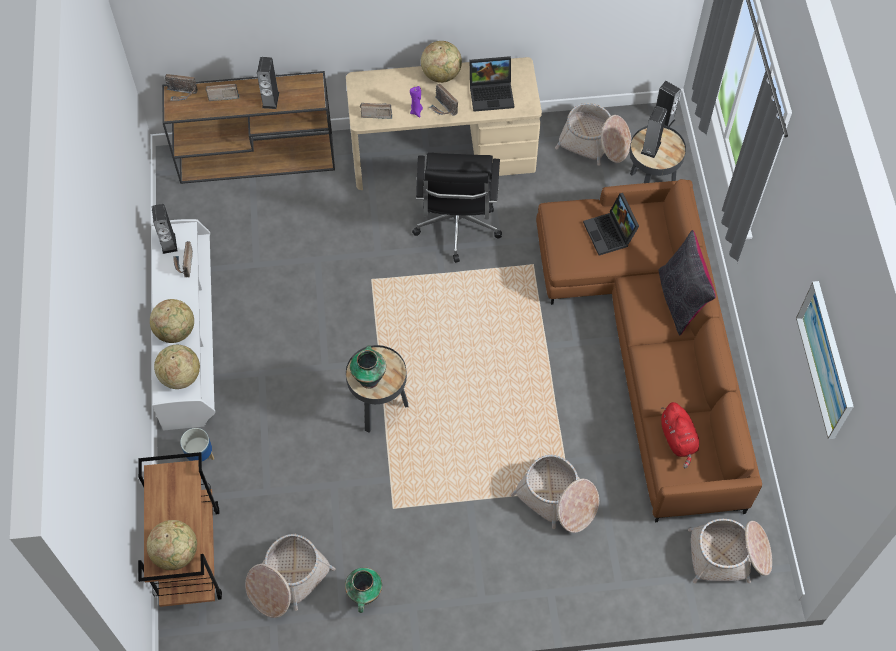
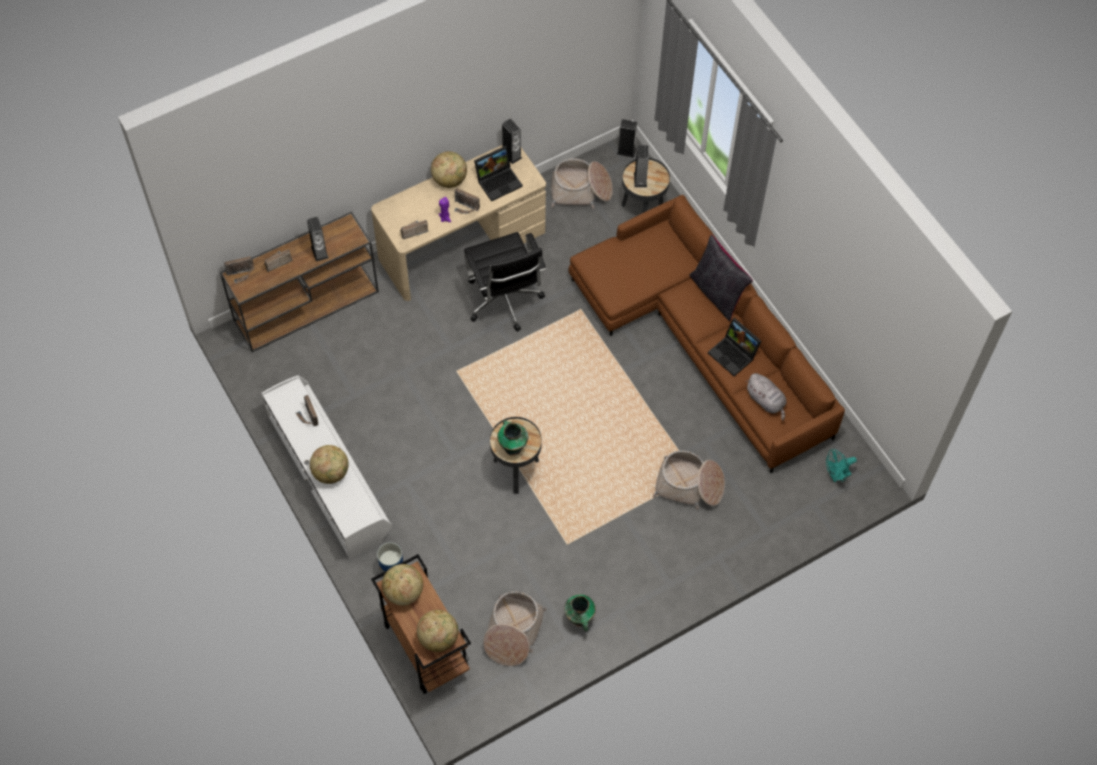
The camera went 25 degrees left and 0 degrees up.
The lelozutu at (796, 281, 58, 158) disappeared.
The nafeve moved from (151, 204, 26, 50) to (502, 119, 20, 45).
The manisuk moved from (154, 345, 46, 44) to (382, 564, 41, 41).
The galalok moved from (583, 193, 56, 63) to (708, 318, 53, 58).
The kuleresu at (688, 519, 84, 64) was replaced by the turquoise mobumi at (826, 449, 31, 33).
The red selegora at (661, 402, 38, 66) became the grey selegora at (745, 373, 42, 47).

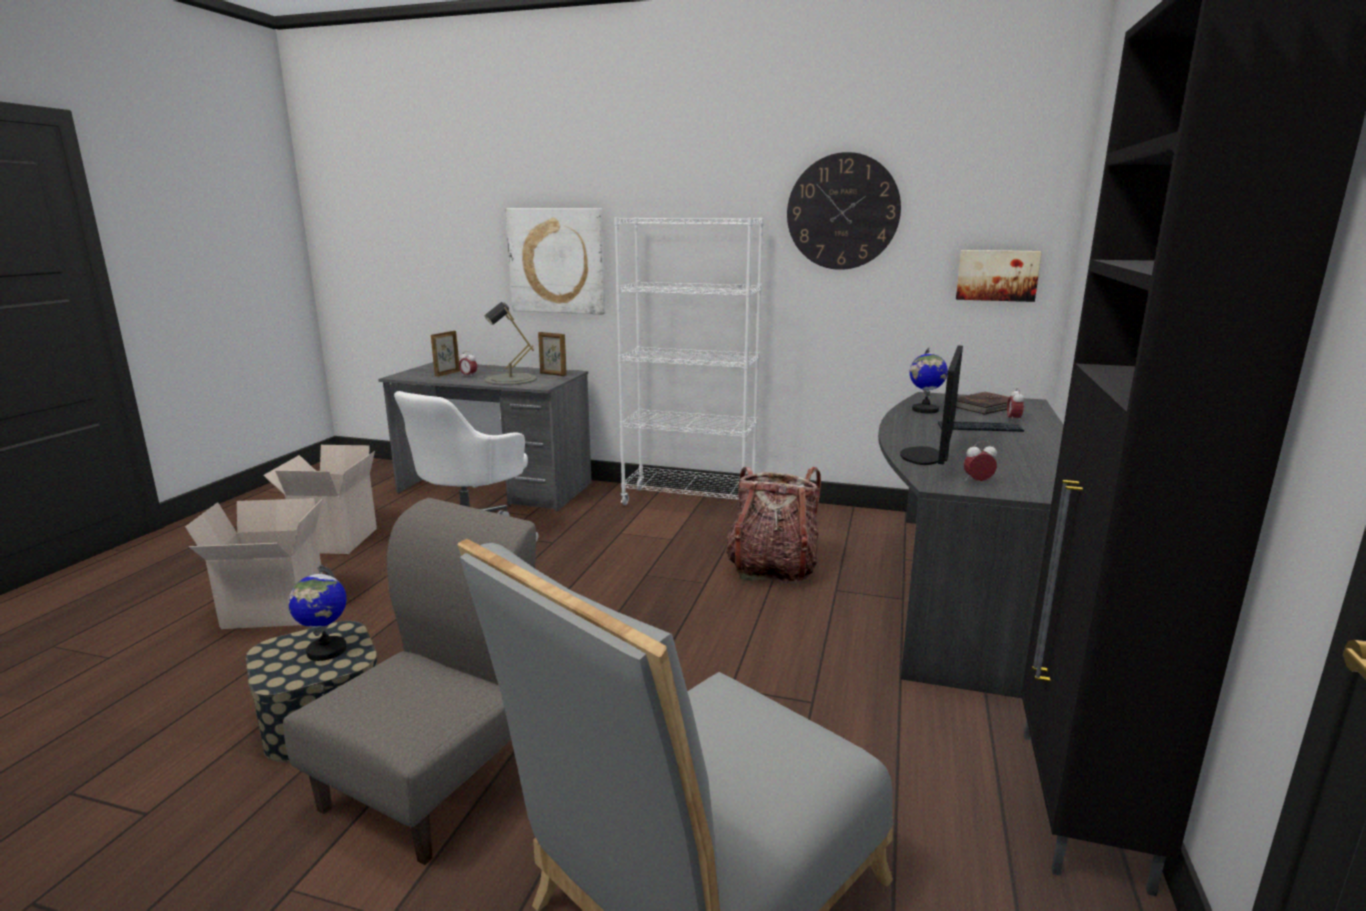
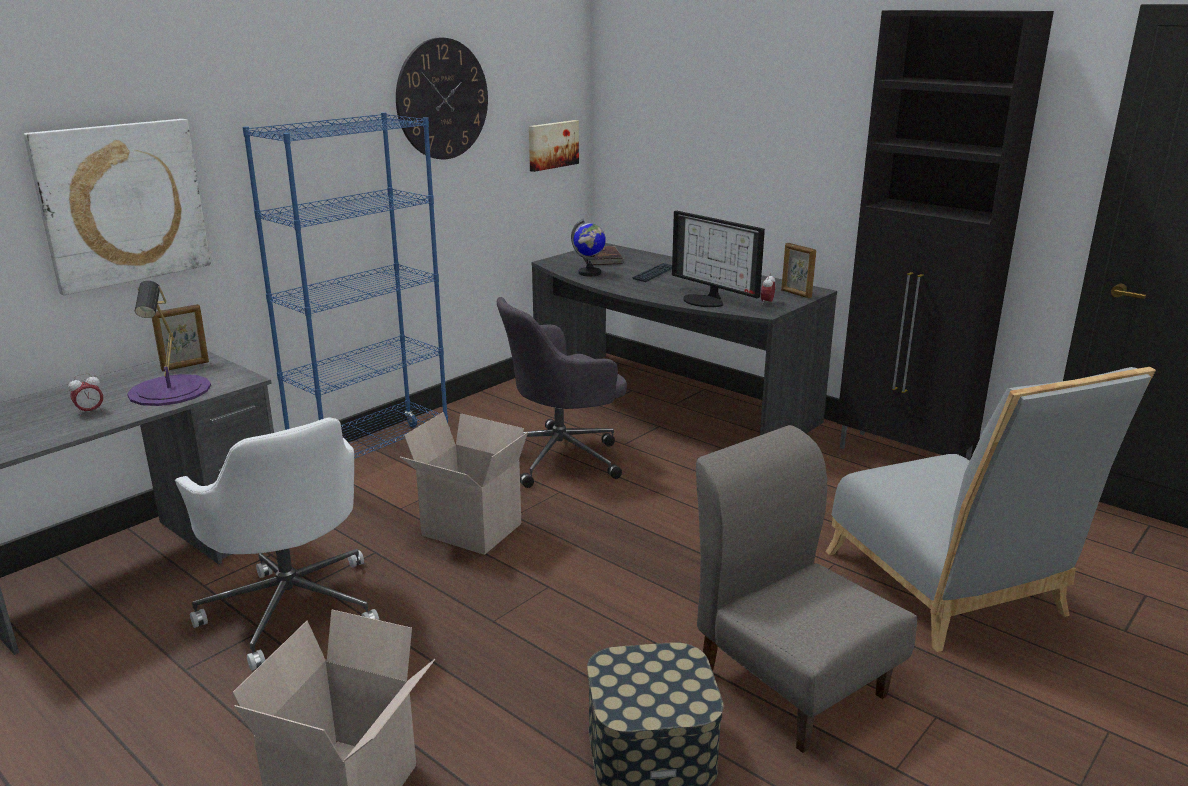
The camera went 65 degrees left and 5 degrees up.
The manisuk at (288, 565, 59, 96) disappeared.
The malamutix at (1007, 388, 17, 34) disappeared.
The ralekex moved from (263, 445, 114, 109) to (400, 412, 128, 143).
The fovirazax moved from (431, 331, 29, 46) to (781, 243, 35, 55).
The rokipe at (725, 467, 96, 117) was replaced by the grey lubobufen at (497, 297, 130, 191).
The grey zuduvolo at (484, 302, 53, 83) became the purple zuduvolo at (127, 280, 84, 126).
The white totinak at (614, 217, 150, 288) became the blue totinak at (243, 112, 207, 347).

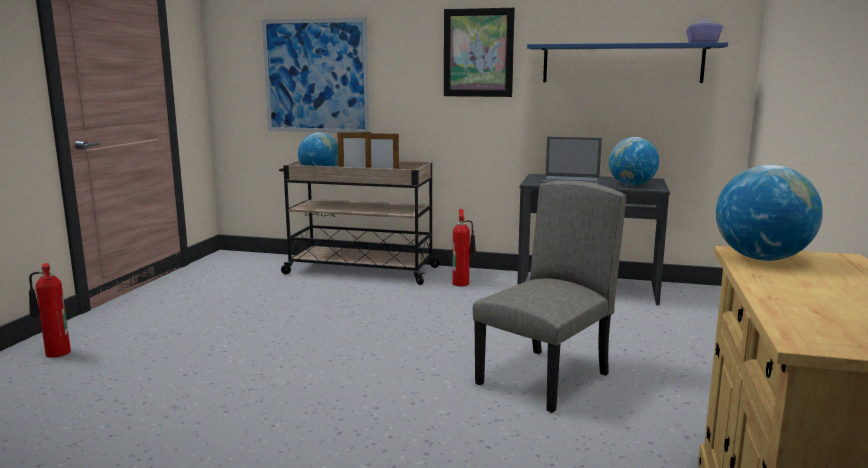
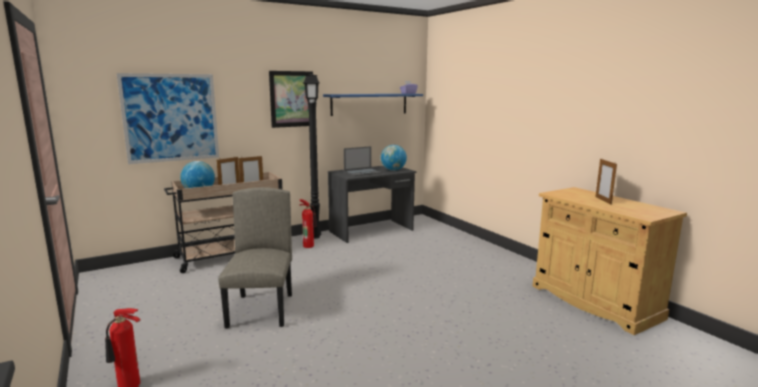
The camera went 45 degrees left and 0 degrees up.
The manisuk at (716, 165, 107, 96) disappeared.
The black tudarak at (303, 74, 18, 165) appeared.
The fovirazax at (596, 158, 21, 47) appeared.
The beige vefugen moved from (473, 180, 153, 233) to (218, 187, 74, 141).

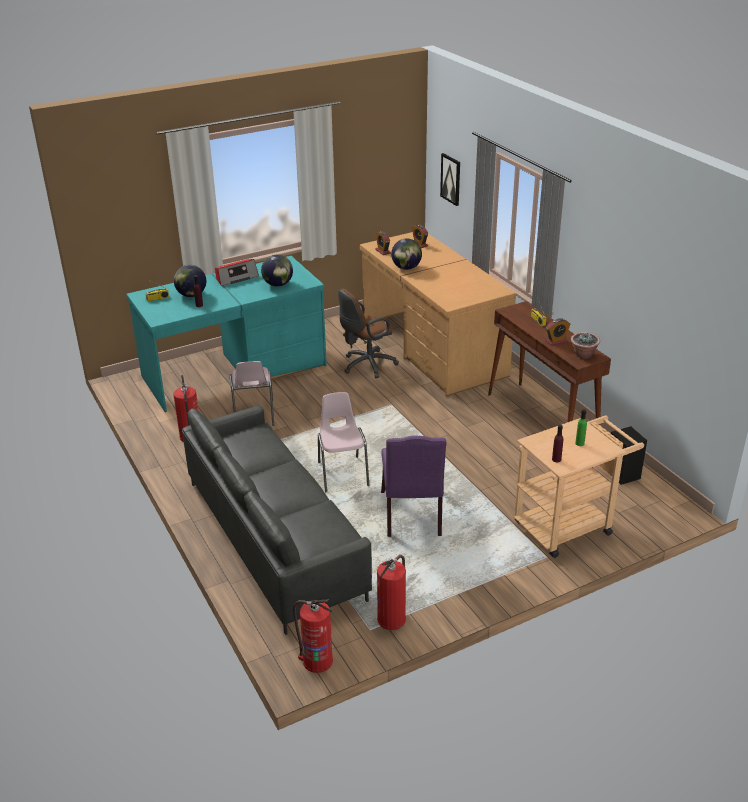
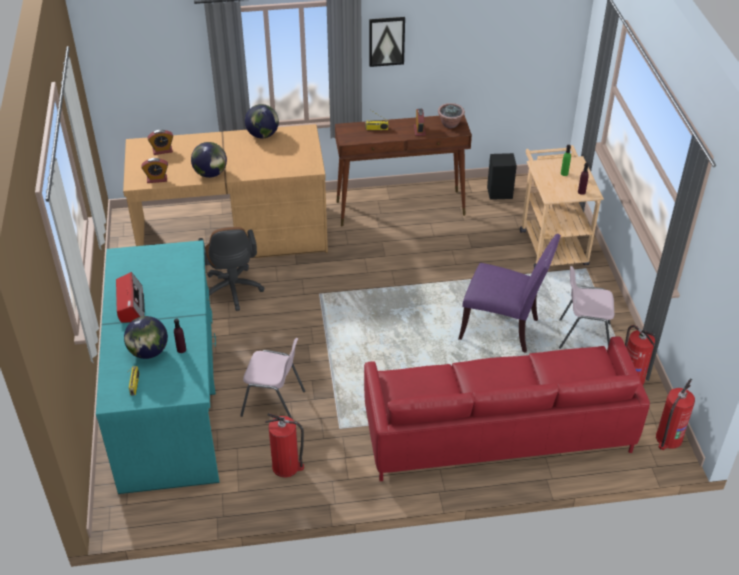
The camera went 70 degrees left and 10 degrees up.
The manisuk moved from (261, 255, 32, 32) to (245, 104, 34, 34).
The pink vefugen moved from (318, 392, 51, 100) to (559, 266, 55, 83).
The lelozutu moved from (440, 153, 20, 53) to (369, 17, 36, 50).
The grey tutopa at (182, 406, 190, 229) became the red tutopa at (364, 336, 286, 145).

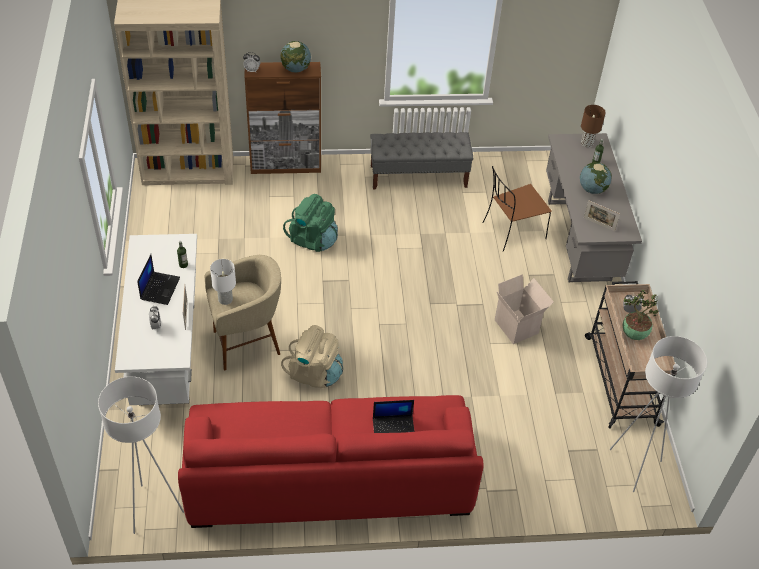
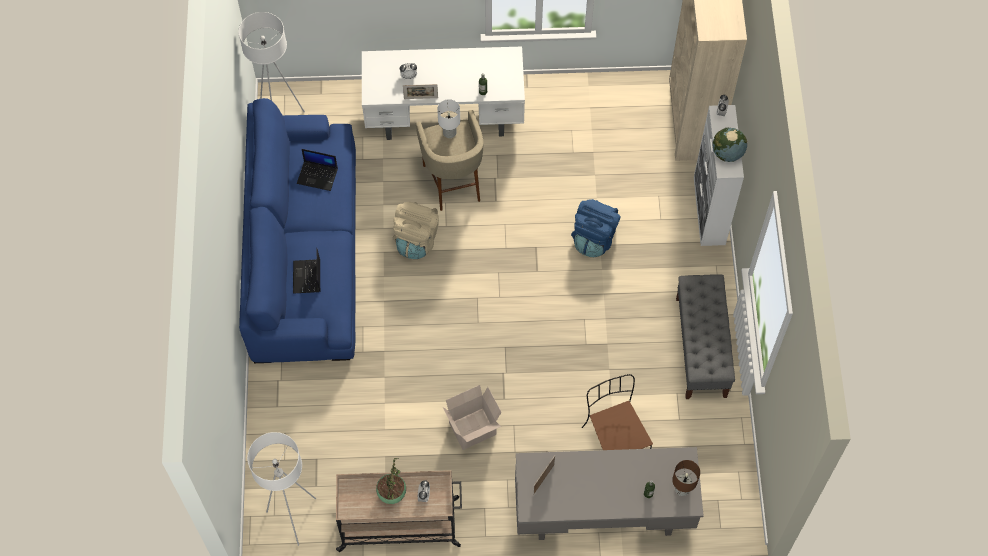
The camera went 95 degrees right and 15 degrees up.
The manisuk at (580, 162, 32, 32) disappeared.
The galalok moved from (137, 254, 43, 51) to (297, 149, 41, 42).
The red tutopa at (178, 395, 306, 133) became the blue tutopa at (239, 98, 117, 265).
The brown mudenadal at (245, 62, 76, 112) became the white mudenadal at (694, 105, 50, 141).
The green rokipe at (283, 194, 55, 58) became the blue rokipe at (571, 199, 50, 58).

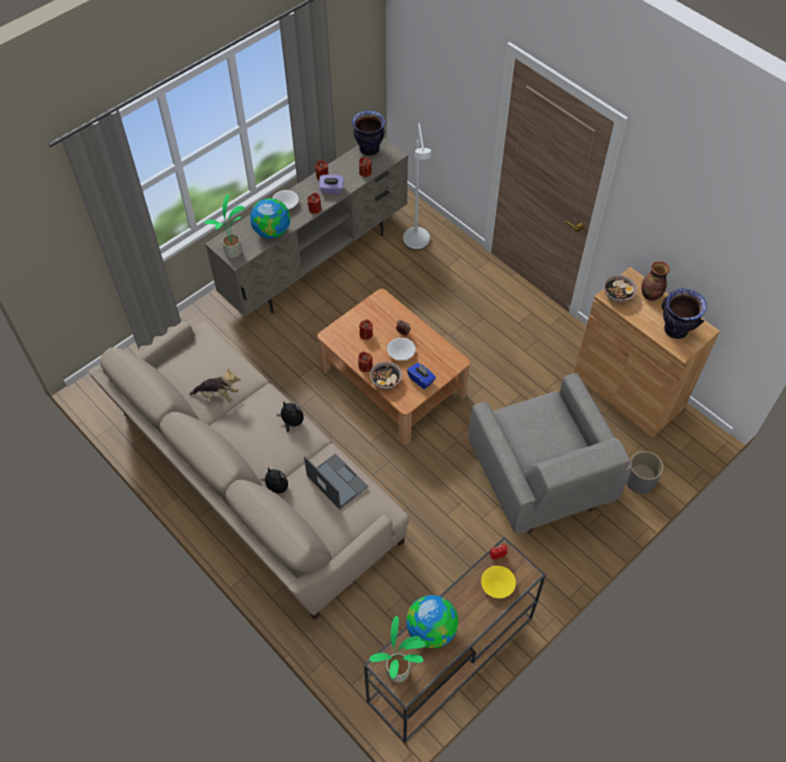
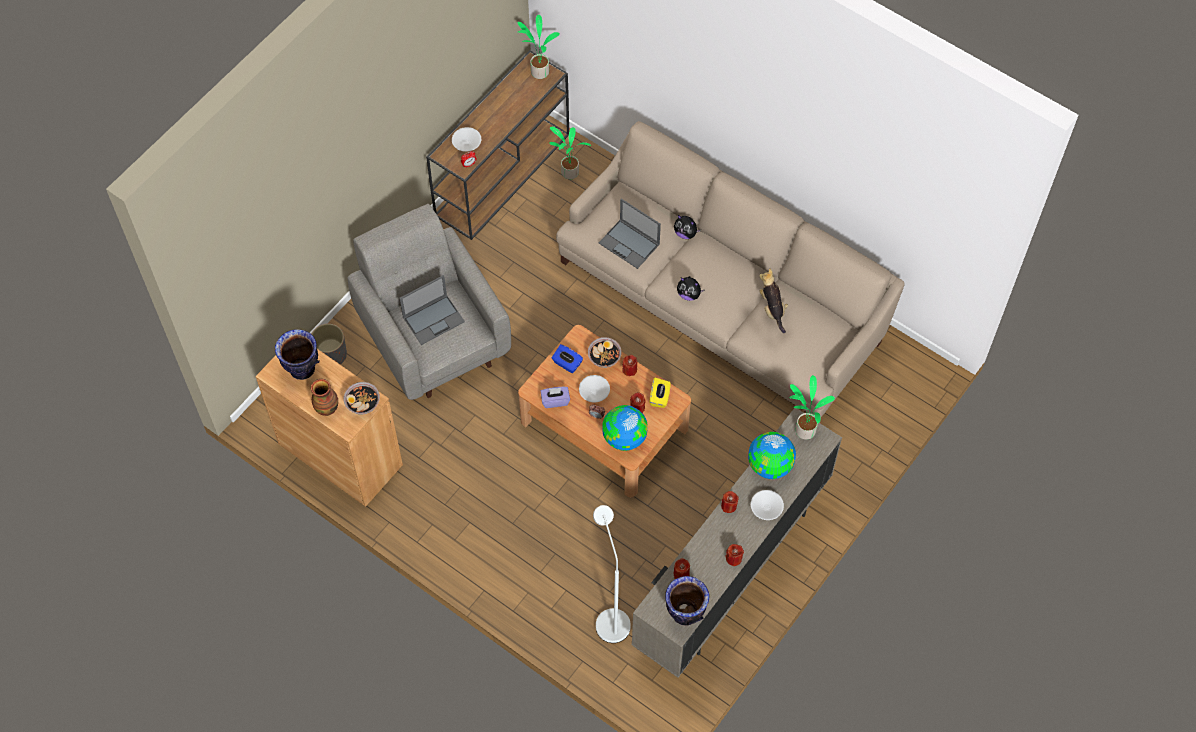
The camera went 170 degrees right and 5 degrees up.
The galalok at (399, 275, 66, 70) appeared.
The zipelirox at (549, 127, 42, 52) appeared.
The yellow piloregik at (649, 378, 21, 30) appeared.
The purple piloregik moved from (319, 174, 25, 20) to (541, 387, 29, 21).
The manisuk moved from (407, 595, 51, 53) to (602, 405, 46, 46).
The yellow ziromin at (481, 566, 35, 32) became the white ziromin at (452, 127, 29, 25).
The selegora at (190, 368, 50, 35) turned 75 degrees clockwise.

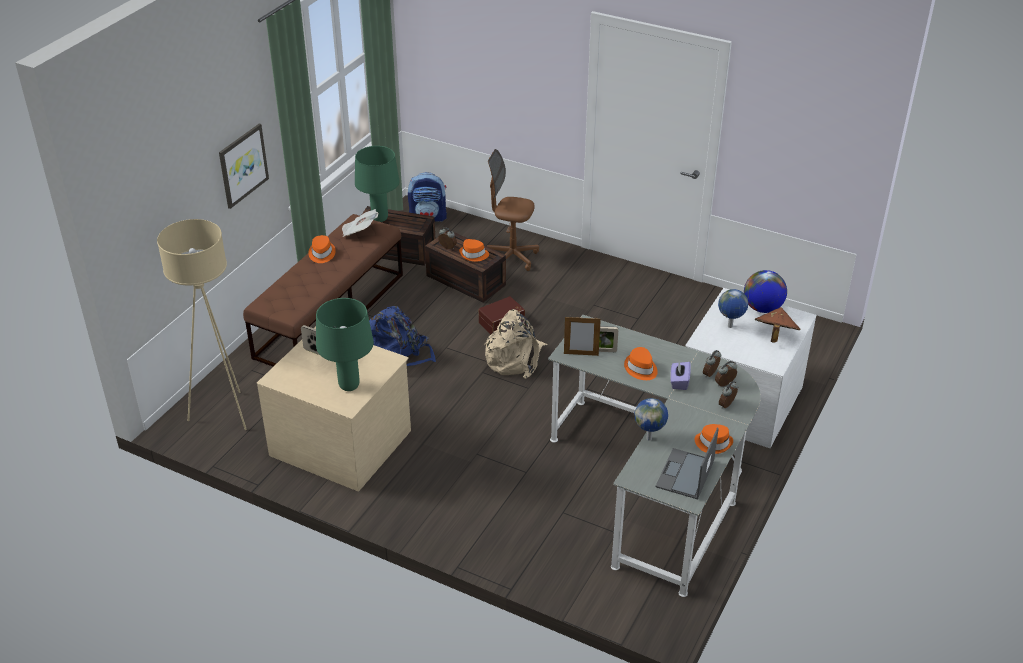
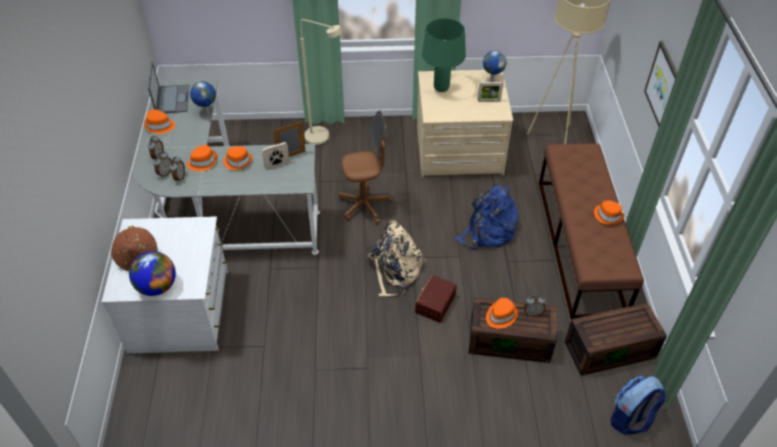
The camera went 150 degrees right and 10 degrees up.
The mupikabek at (342, 209, 36, 28) disappeared.
The green zuduvolo at (355, 146, 45, 76) disappeared.
The beige tudarak at (300, 19, 42, 127) appeared.
The brown lubobufen moved from (486, 149, 53, 122) to (339, 110, 54, 114).
The manisuk moved from (718, 289, 30, 39) to (483, 51, 24, 31).
The purple piloregik at (670, 361, 21, 29) was replaced by the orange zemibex at (187, 145, 30, 26).

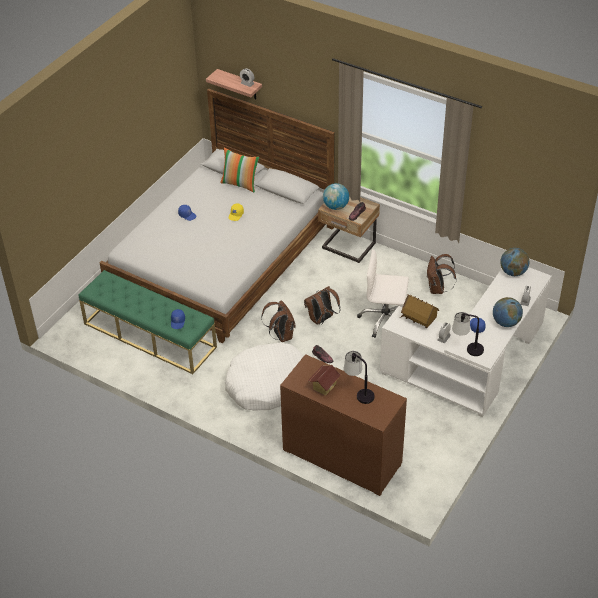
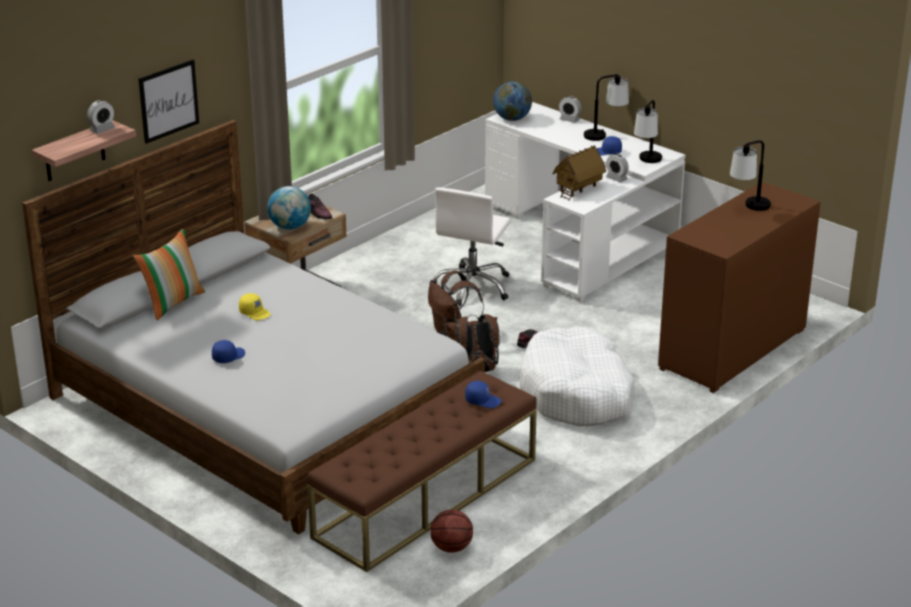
The camera went 80 degrees left and 15 degrees down.
The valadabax at (308, 365, 33, 31) disappeared.
The brown rokipe at (426, 254, 30, 40) disappeared.
The lelozutu at (139, 60, 60, 84) appeared.
The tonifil at (430, 510, 43, 43) appeared.
The manisuk at (493, 297, 30, 30) was replaced by the zuduvolo at (584, 74, 45, 67).
The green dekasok at (78, 270, 139, 104) became the brown dekasok at (307, 371, 230, 201).

